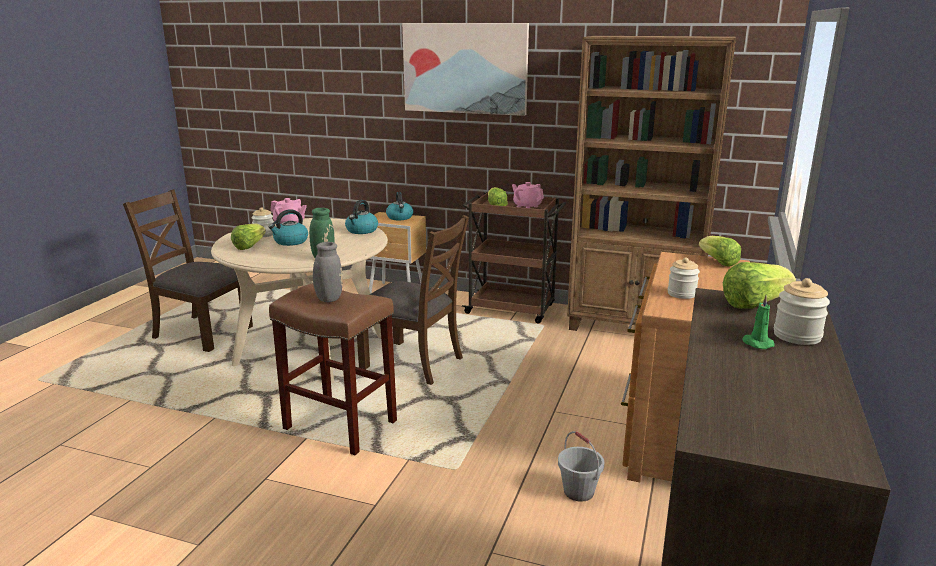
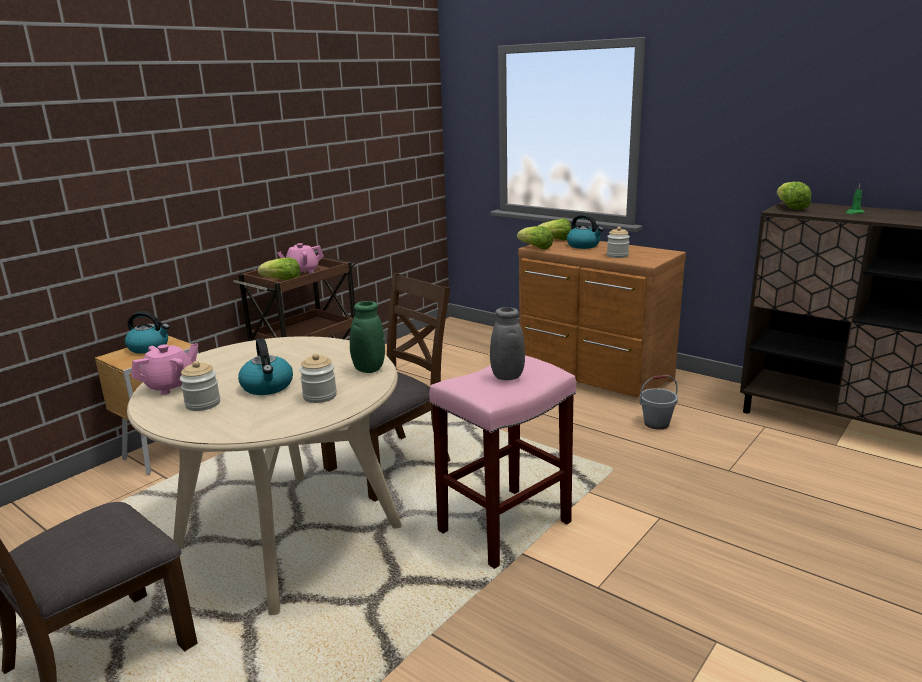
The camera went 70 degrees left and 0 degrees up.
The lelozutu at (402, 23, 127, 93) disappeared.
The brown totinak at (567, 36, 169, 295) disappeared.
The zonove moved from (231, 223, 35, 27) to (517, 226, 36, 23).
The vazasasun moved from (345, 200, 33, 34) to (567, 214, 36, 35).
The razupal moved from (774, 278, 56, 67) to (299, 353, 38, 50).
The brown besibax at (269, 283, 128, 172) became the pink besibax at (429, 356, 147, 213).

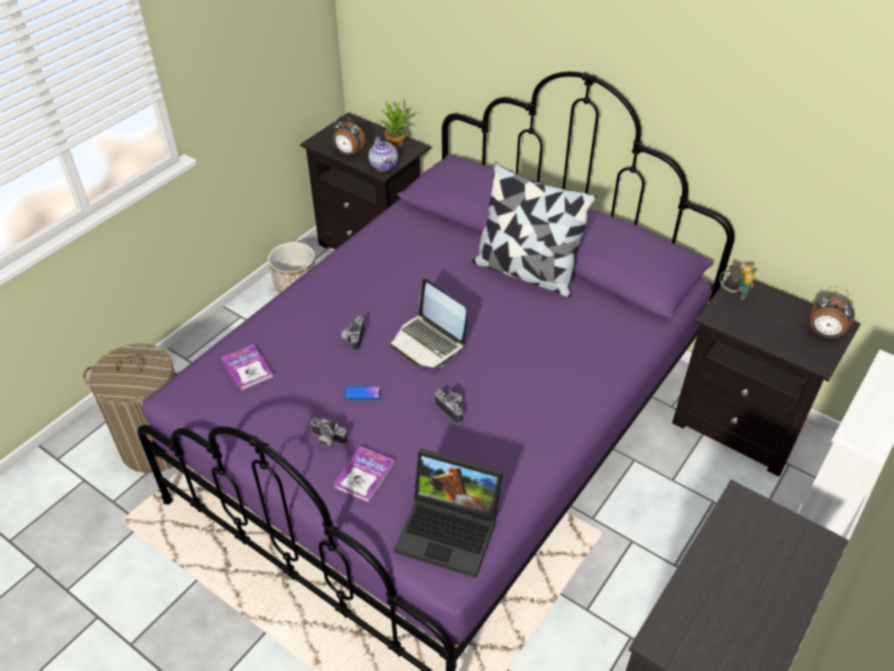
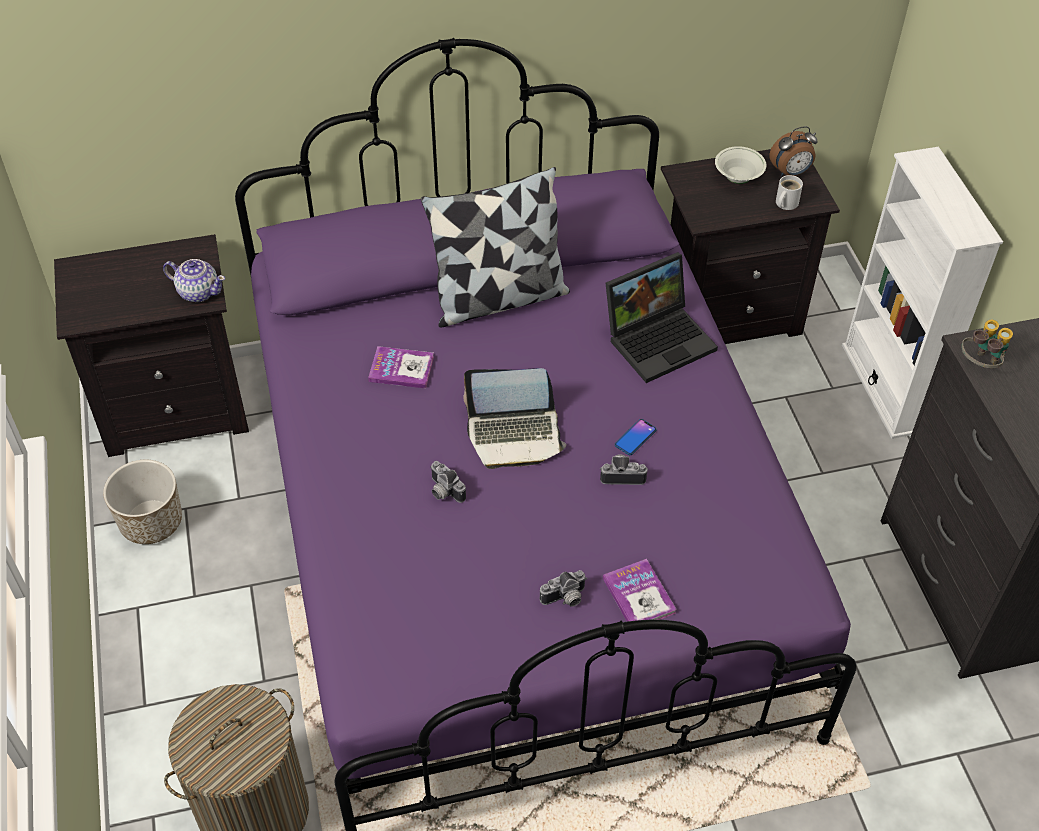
The camera went 50 degrees left and 5 degrees up.
The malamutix at (333, 116, 33, 40) disappeared.
The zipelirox at (379, 99, 37, 50) disappeared.
The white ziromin at (715, 146, 51, 38) appeared.
The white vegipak at (776, 175, 27, 35) appeared.
The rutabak moved from (221, 344, 52, 47) to (368, 346, 66, 43).
The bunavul moved from (344, 386, 38, 14) to (615, 419, 41, 36).
The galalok moved from (394, 448, 109, 130) to (606, 252, 112, 131).
The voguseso moved from (720, 264, 35, 36) to (961, 320, 52, 48).

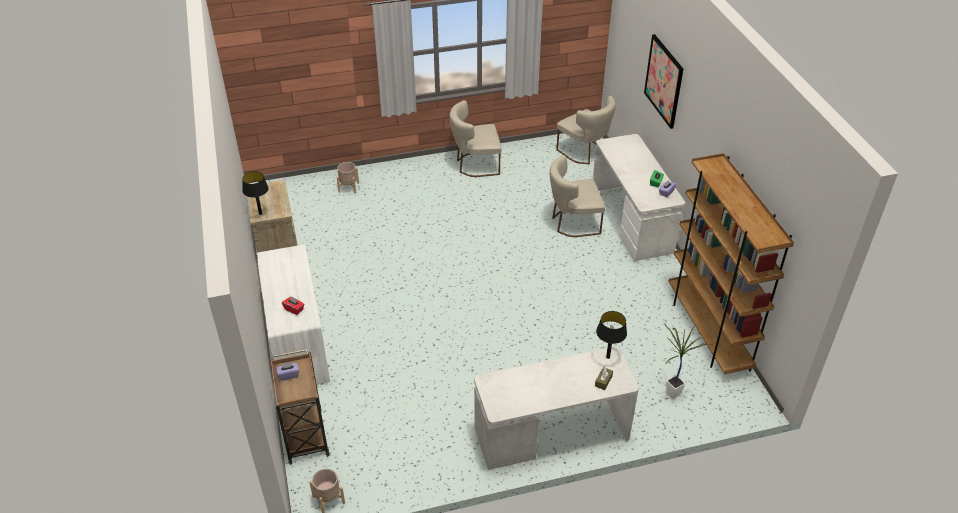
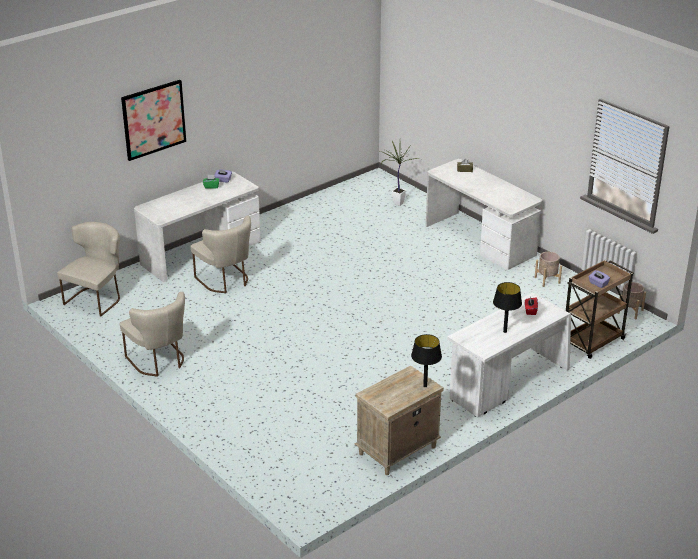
The camera went 115 degrees left and 10 degrees down.
The brown totinak at (668, 153, 126, 221) disappeared.
The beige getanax moved from (337, 162, 22, 32) to (535, 252, 27, 35).
The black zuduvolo moved from (596, 311, 31, 48) to (493, 282, 29, 51).

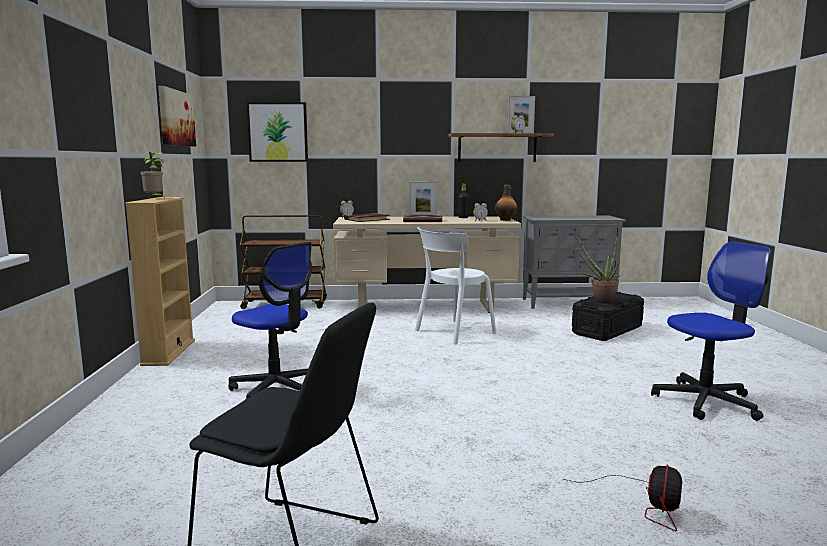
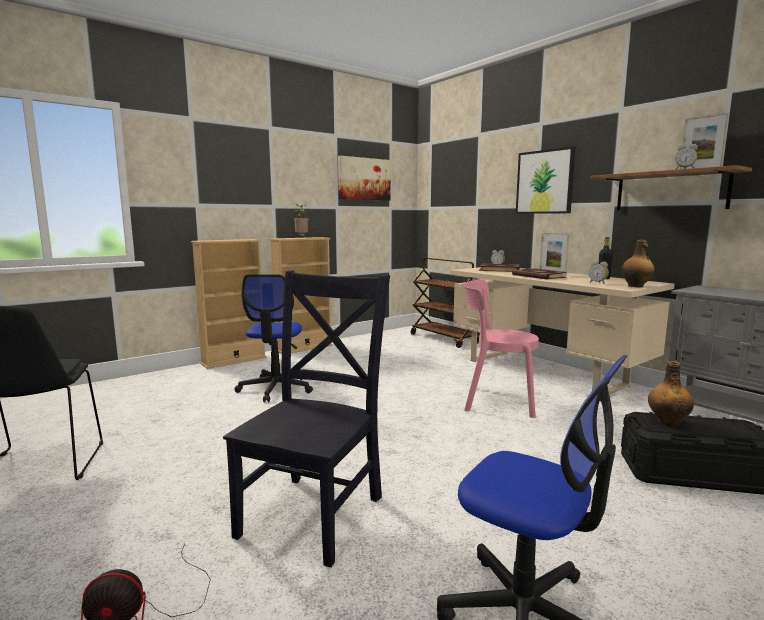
The camera went 55 degrees right and 0 degrees up.
The beige totinak at (191, 239, 76, 130) appeared.
The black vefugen at (223, 270, 167, 297) appeared.
The lelozutu moved from (247, 102, 61, 60) to (516, 146, 60, 68).
The zipelirox at (575, 235, 44, 69) was replaced by the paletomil at (648, 361, 46, 66).
The white vefugen at (415, 227, 81, 118) became the pink vefugen at (463, 279, 76, 139).

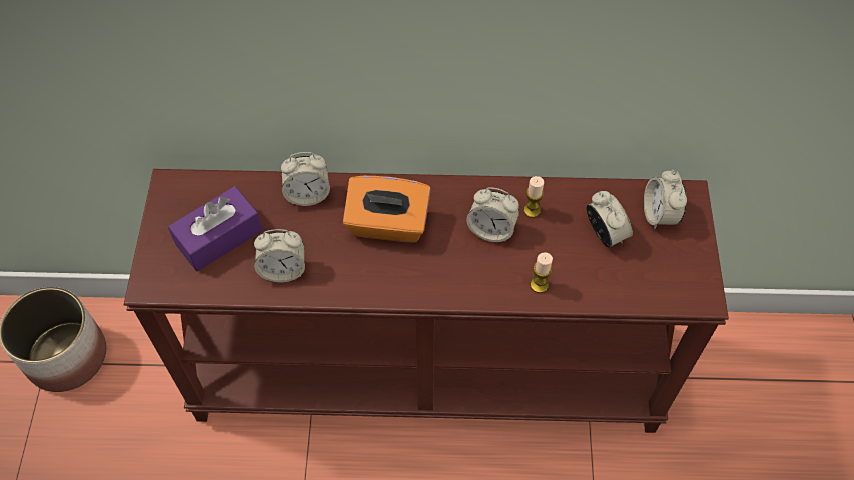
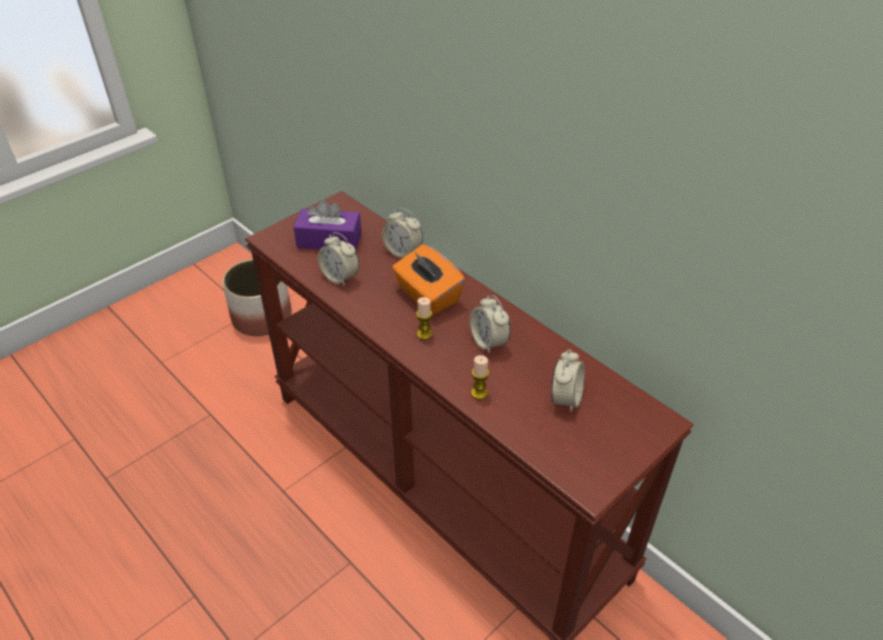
The camera went 45 degrees right and 15 degrees down.
The malamutix at (644, 170, 43, 60) disappeared.
The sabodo moved from (524, 176, 20, 42) to (416, 297, 16, 43).

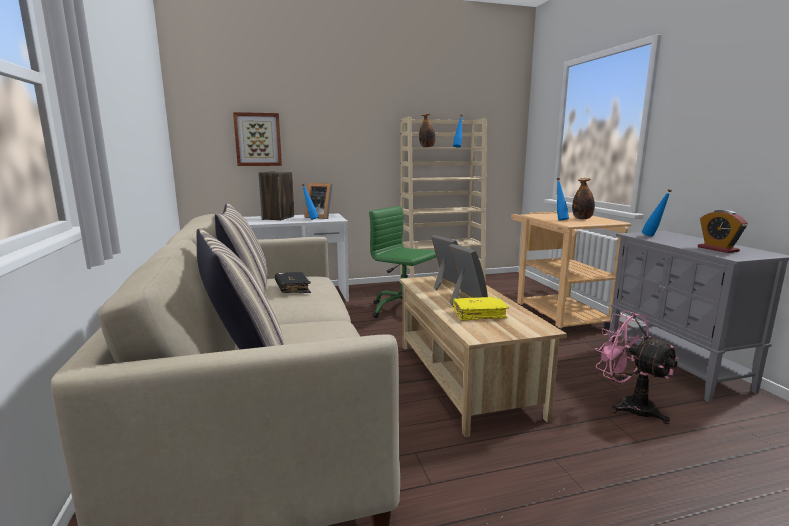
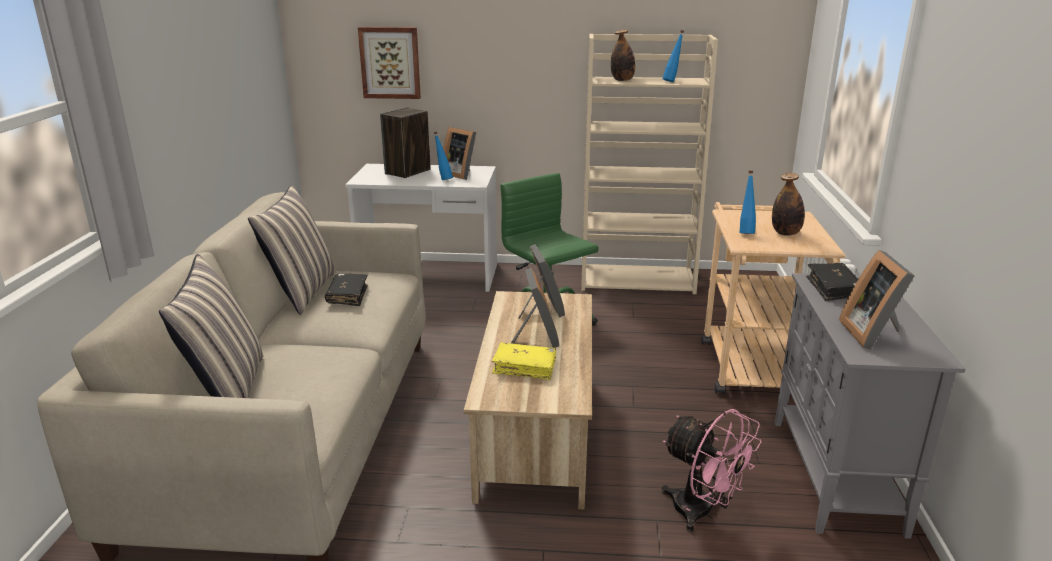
The camera went 20 degrees right and 10 degrees up.
The blue paletomil at (642, 189, 30, 47) was replaced by the black rutabak at (806, 263, 52, 38).
The malamutix at (698, 210, 50, 43) was replaced by the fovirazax at (839, 250, 76, 100).
The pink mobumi at (595, 310, 84, 114) turned 150 degrees clockwise.

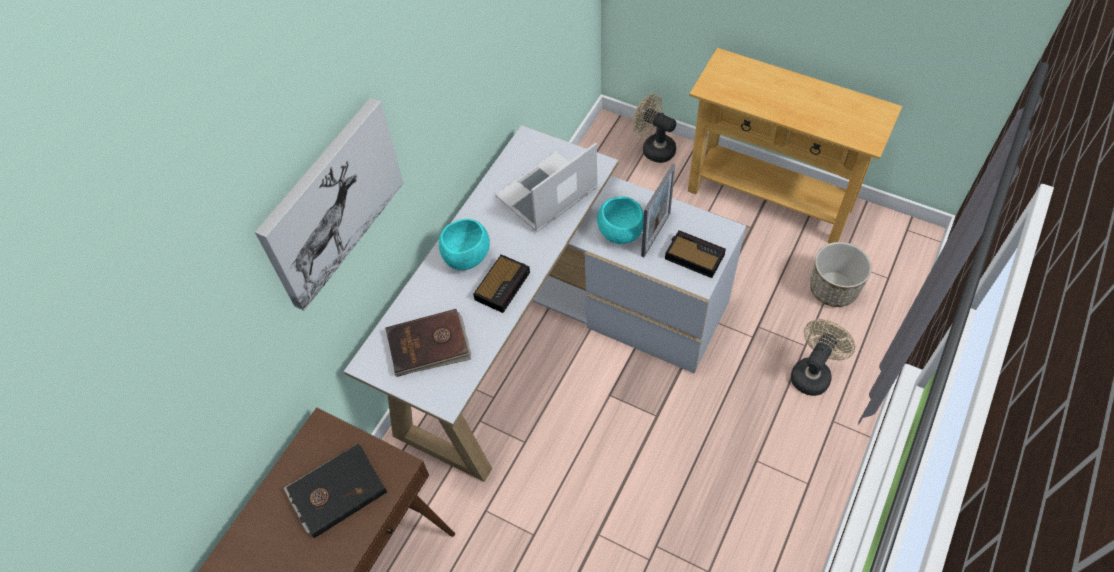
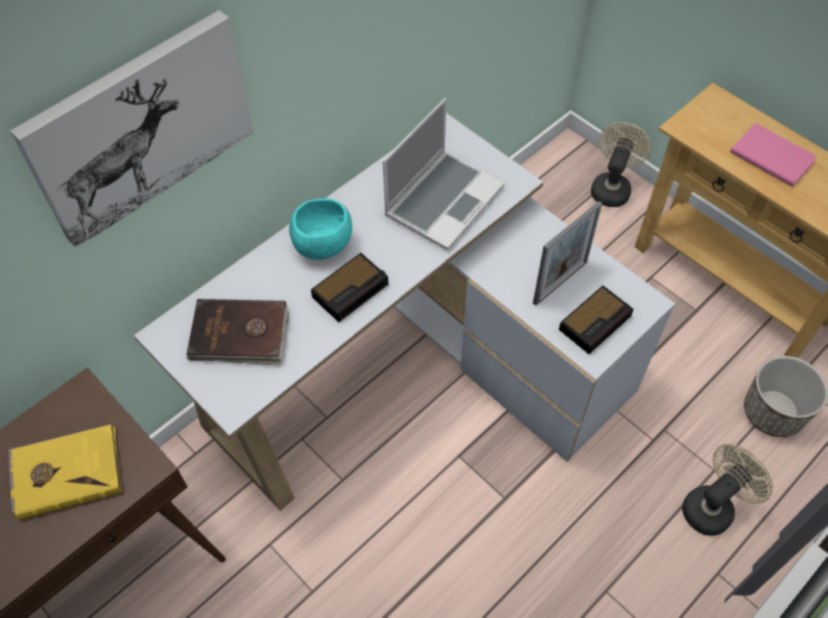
The camera went 15 degrees right and 0 degrees up.
The turquoise ziromin at (597, 197, 47, 47) disappeared.
The pink rutabak at (730, 123, 87, 64) appeared.
The black rutabak at (284, 444, 103, 94) became the yellow rutabak at (9, 424, 113, 96).
The galalok at (496, 143, 102, 89) turned 150 degrees clockwise.
The beige mobumi at (633, 94, 43, 69) turned 60 degrees clockwise.
The malamutix at (665, 230, 61, 48) turned 90 degrees clockwise.

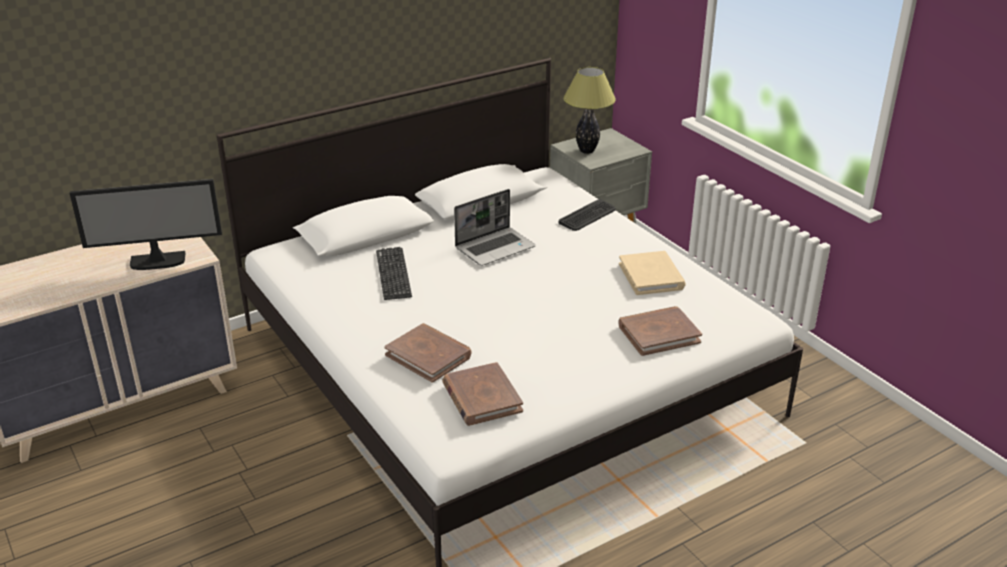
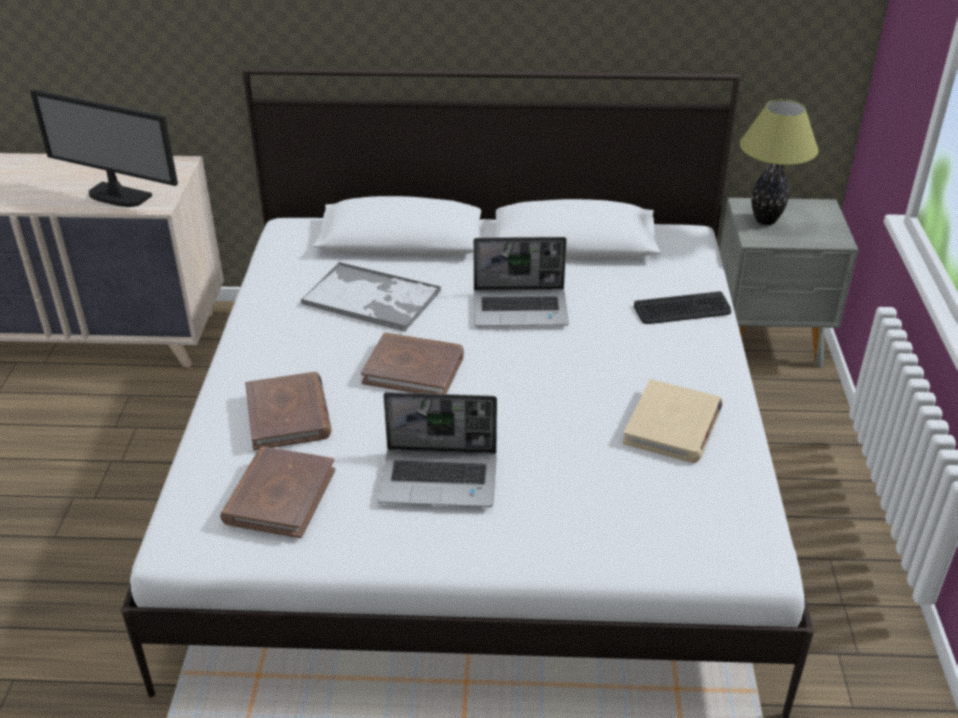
The camera went 35 degrees right and 5 degrees up.
The galalok at (378, 392, 119, 115) appeared.
The brown rutabak moved from (618, 306, 84, 50) to (361, 332, 103, 62).
The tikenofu at (376, 247, 36, 53) was replaced by the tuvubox at (301, 262, 140, 70).

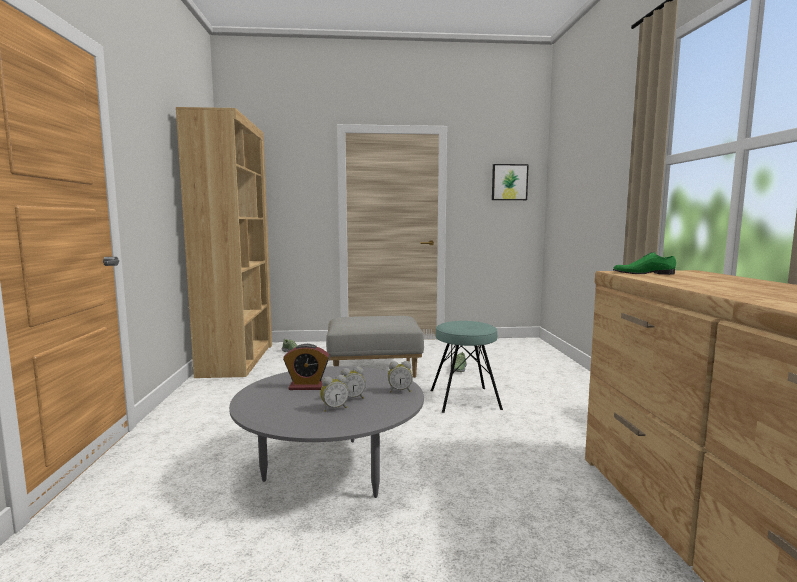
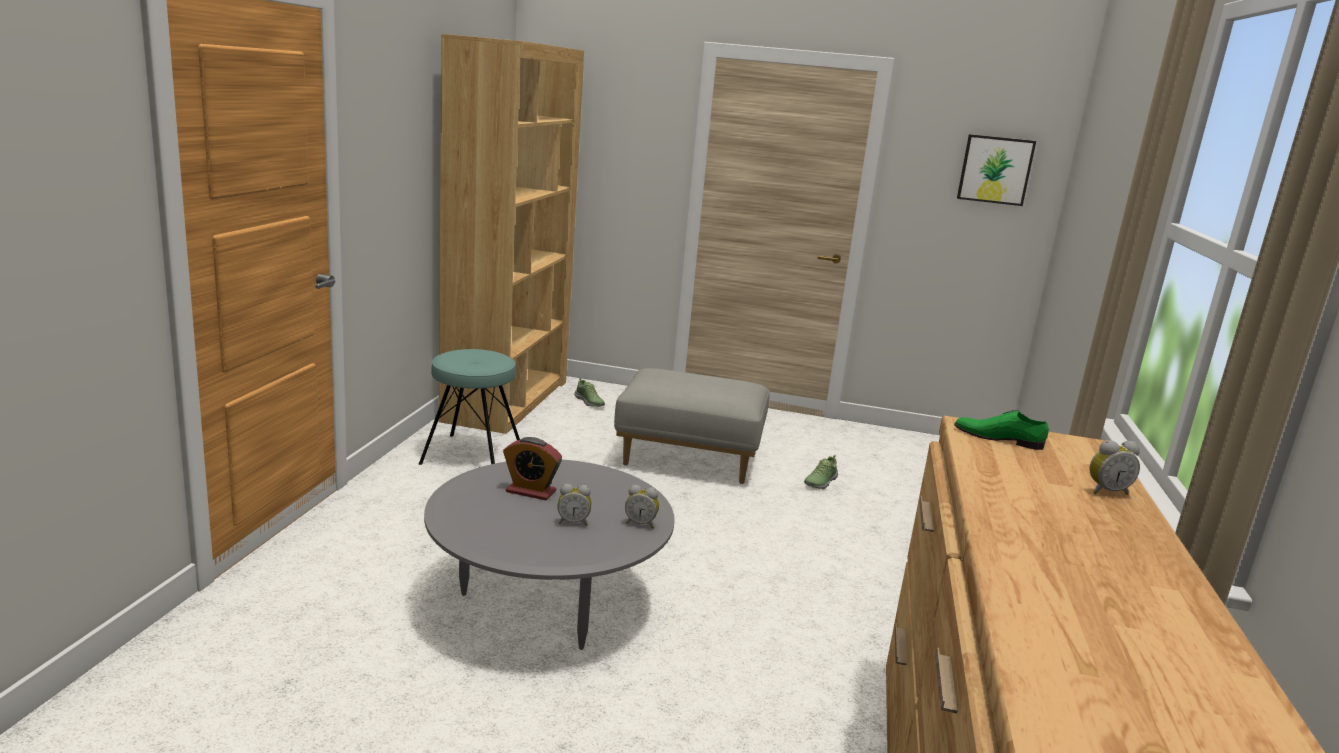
The camera went 15 degrees right and 10 degrees up.
The malamutix moved from (320, 375, 29, 37) to (1090, 440, 50, 55).
The turquoise besibax moved from (431, 321, 72, 92) to (419, 349, 101, 116).

